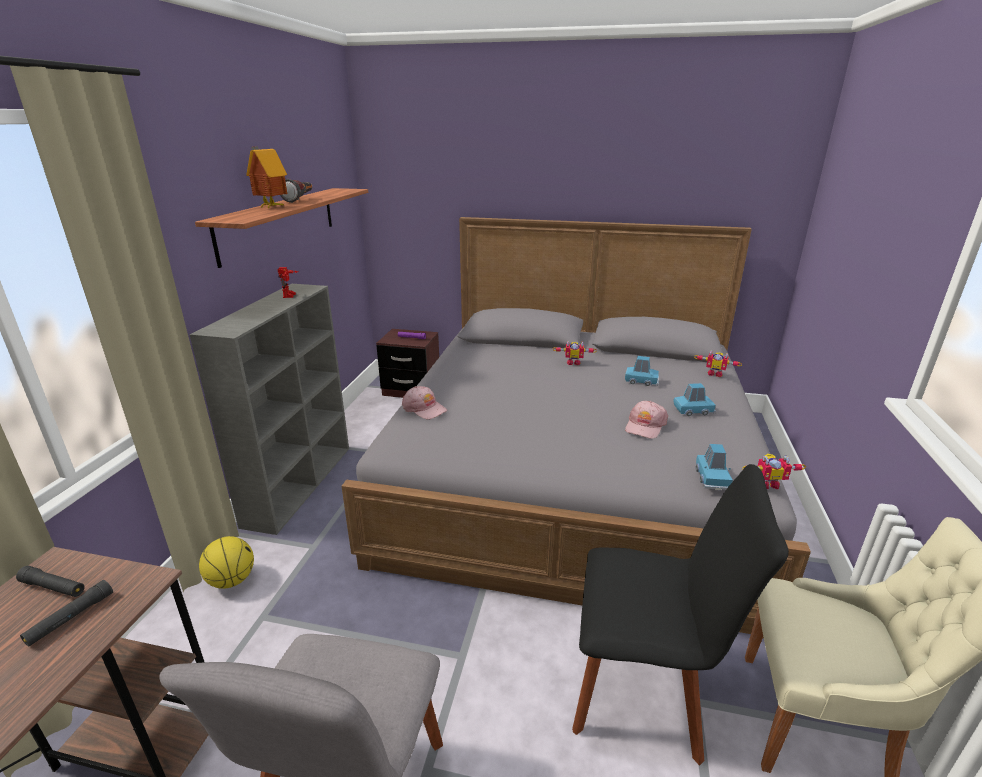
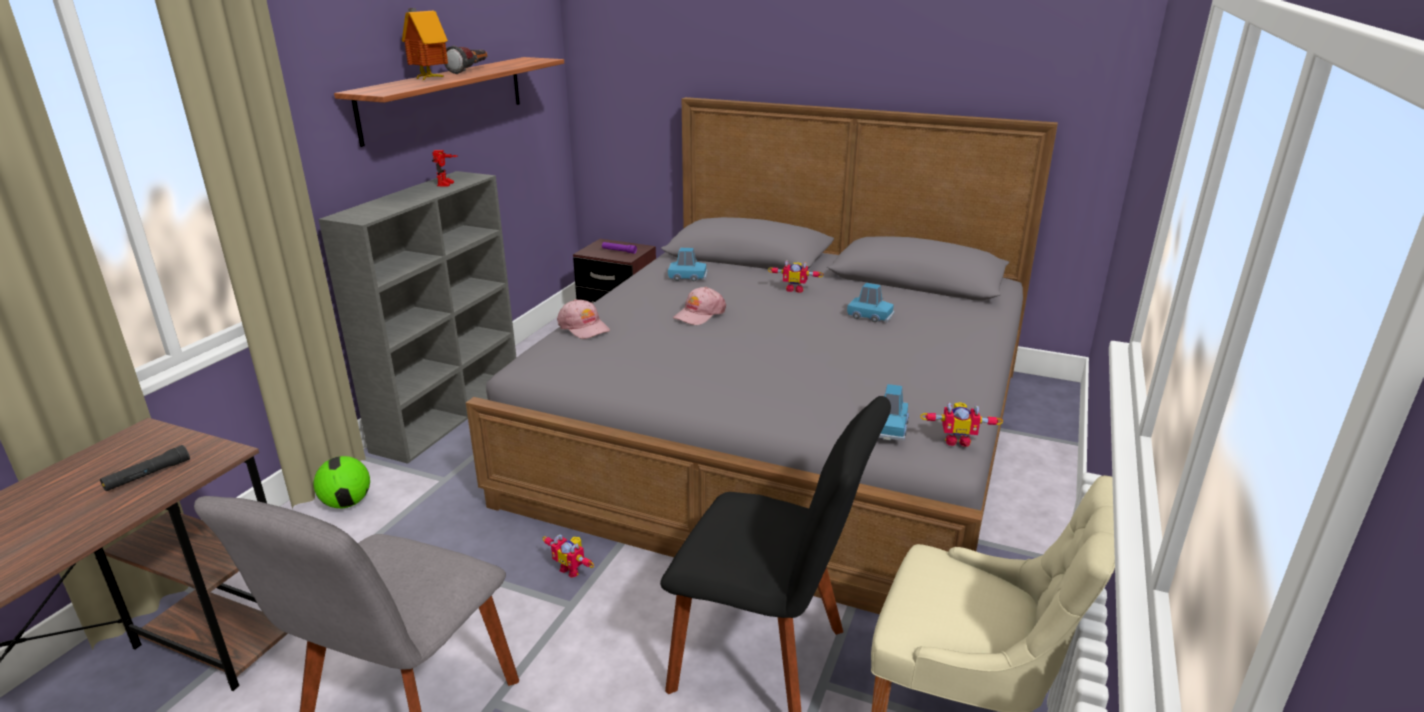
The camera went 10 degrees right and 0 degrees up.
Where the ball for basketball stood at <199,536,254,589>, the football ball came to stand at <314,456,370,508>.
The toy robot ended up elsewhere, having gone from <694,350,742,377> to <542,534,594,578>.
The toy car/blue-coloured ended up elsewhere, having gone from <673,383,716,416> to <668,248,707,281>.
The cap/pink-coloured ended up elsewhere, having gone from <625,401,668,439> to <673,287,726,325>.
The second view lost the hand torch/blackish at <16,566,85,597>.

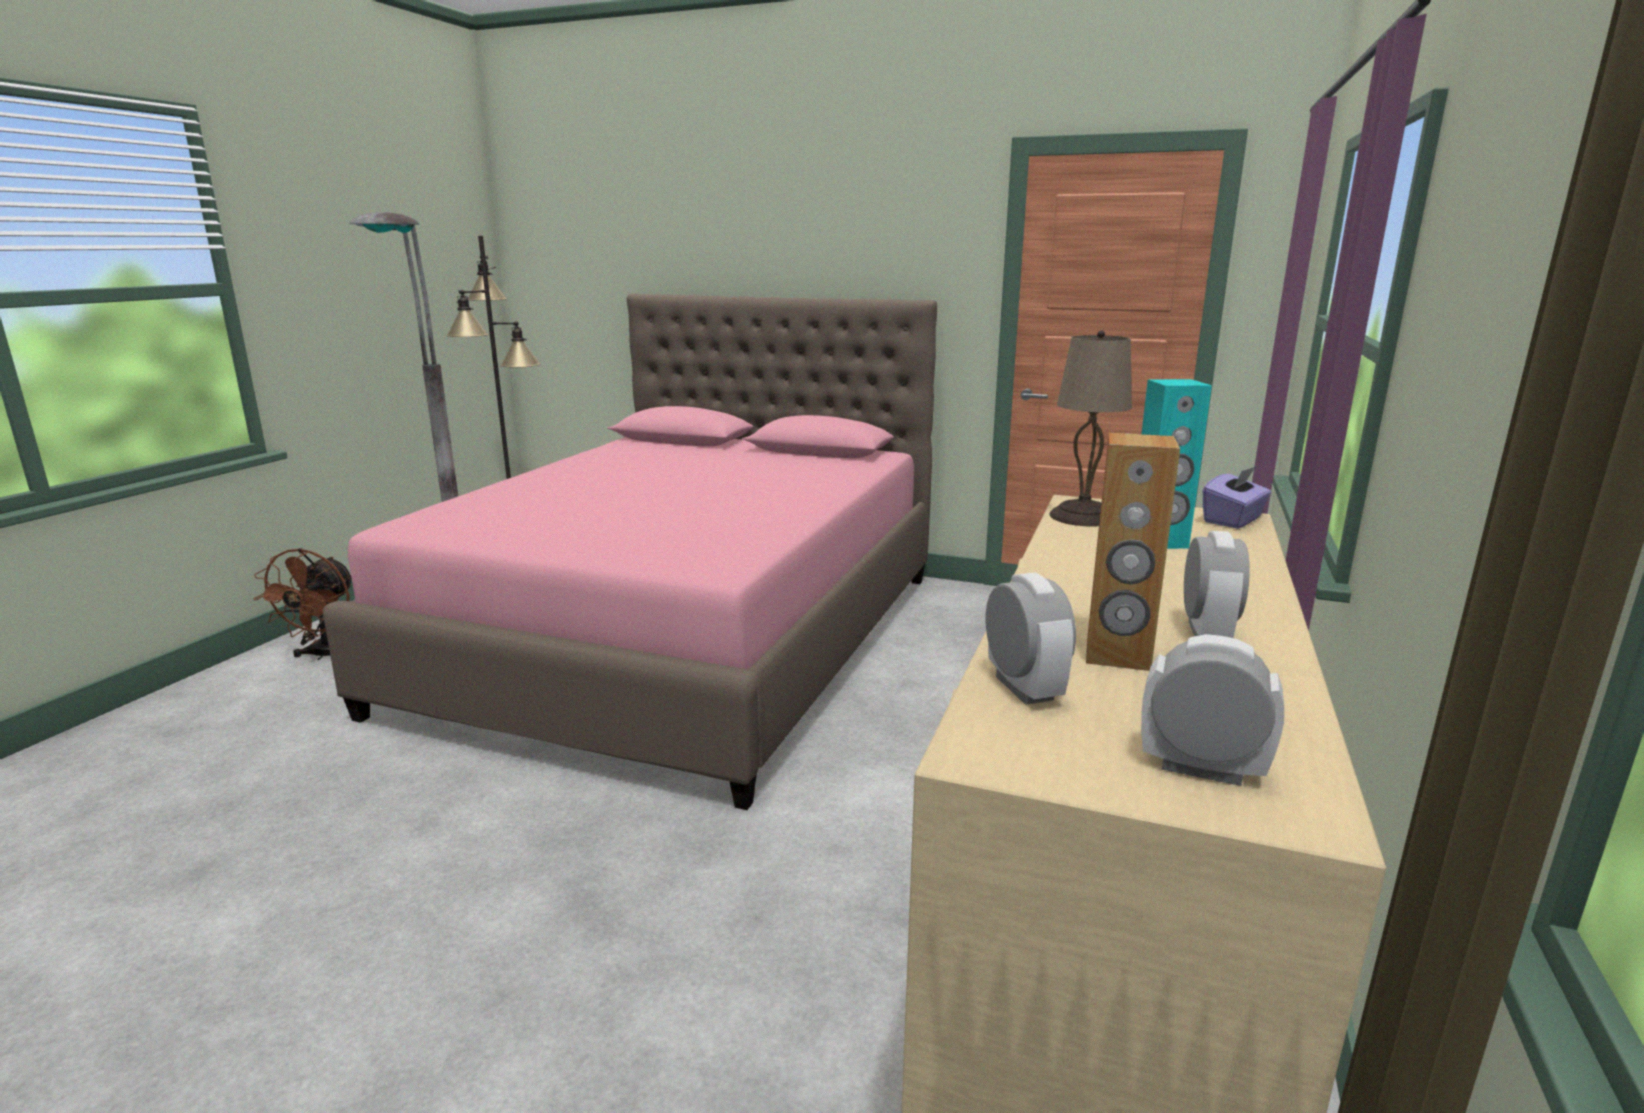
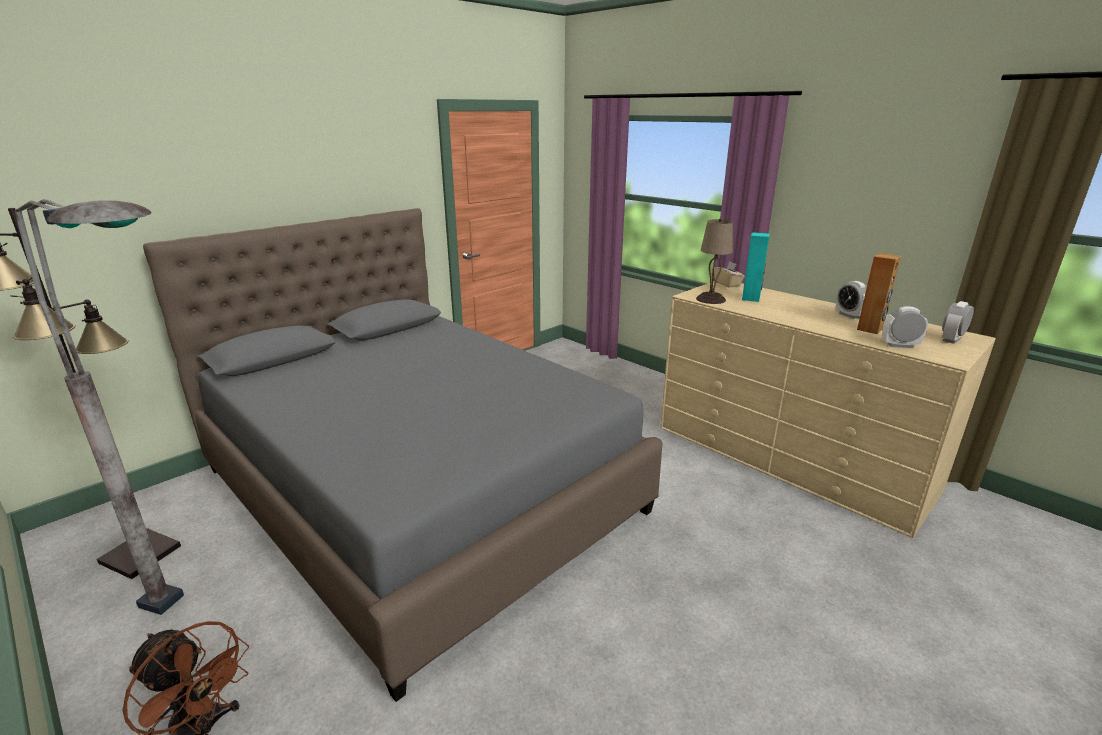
The camera went 65 degrees left and 5 degrees up.
What was the bed/pink-coloured at <323,294,937,810> turned into the bed/greyish at <143,208,663,702>.
What was the tissue holder/purple-coloured at <1203,466,1271,529> turned into the tissue holder/beige at <714,261,745,288>.
The alarm clock at <1184,531,1250,638> ended up facing another way, 150 degrees counterclockwise from before.

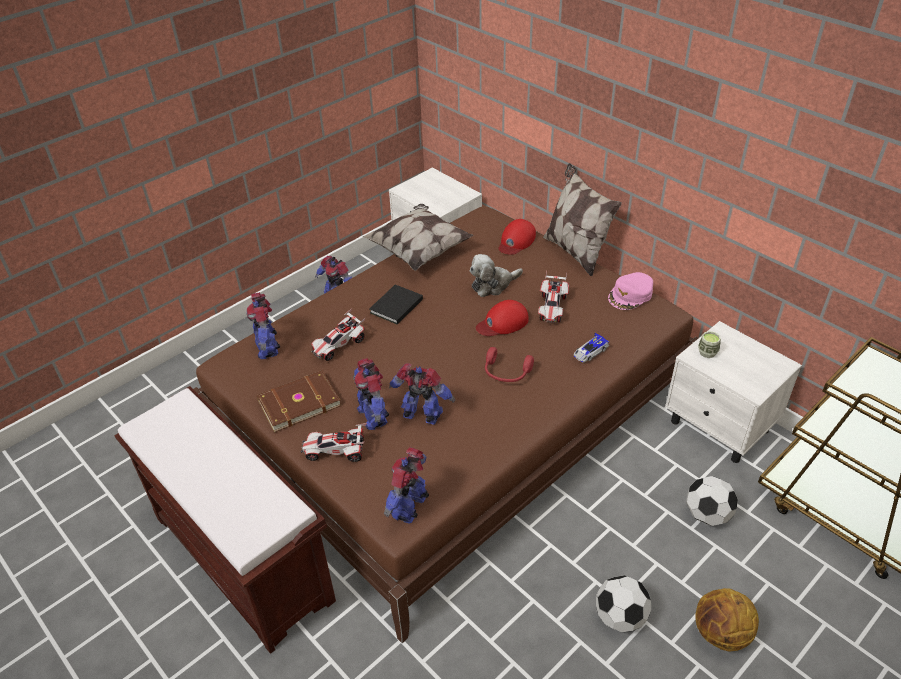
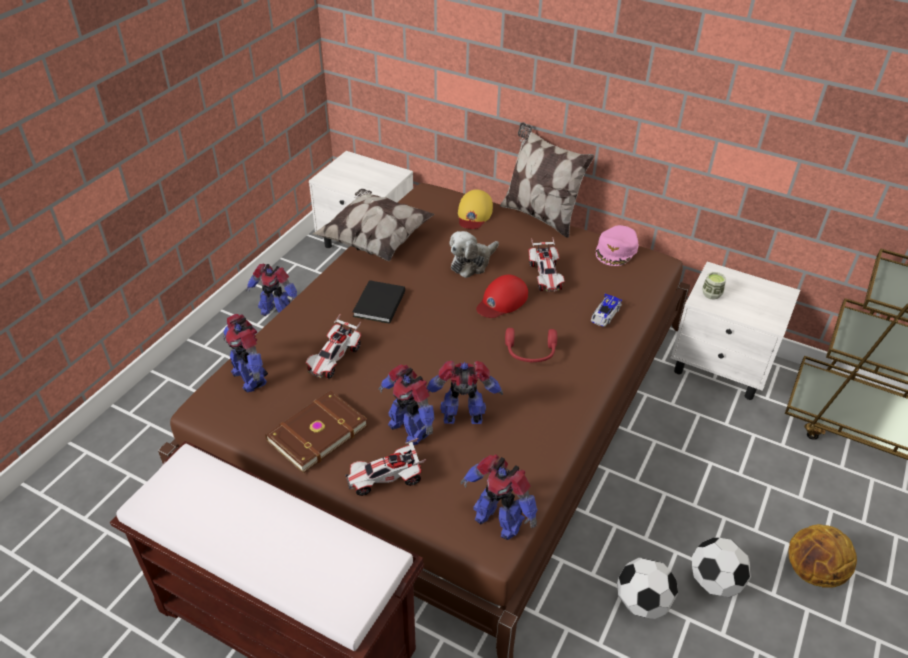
The camera went 20 degrees left and 0 degrees up.
What was the cap/red-coloured at <498,219,536,255> turned into the cap/yellowish at <458,190,493,229>.
The toy robot at <384,447,429,524> ended up facing another way, 60 degrees counterclockwise from before.
The football ball ended up elsewhere, having gone from <686,476,738,526> to <617,557,678,619>.

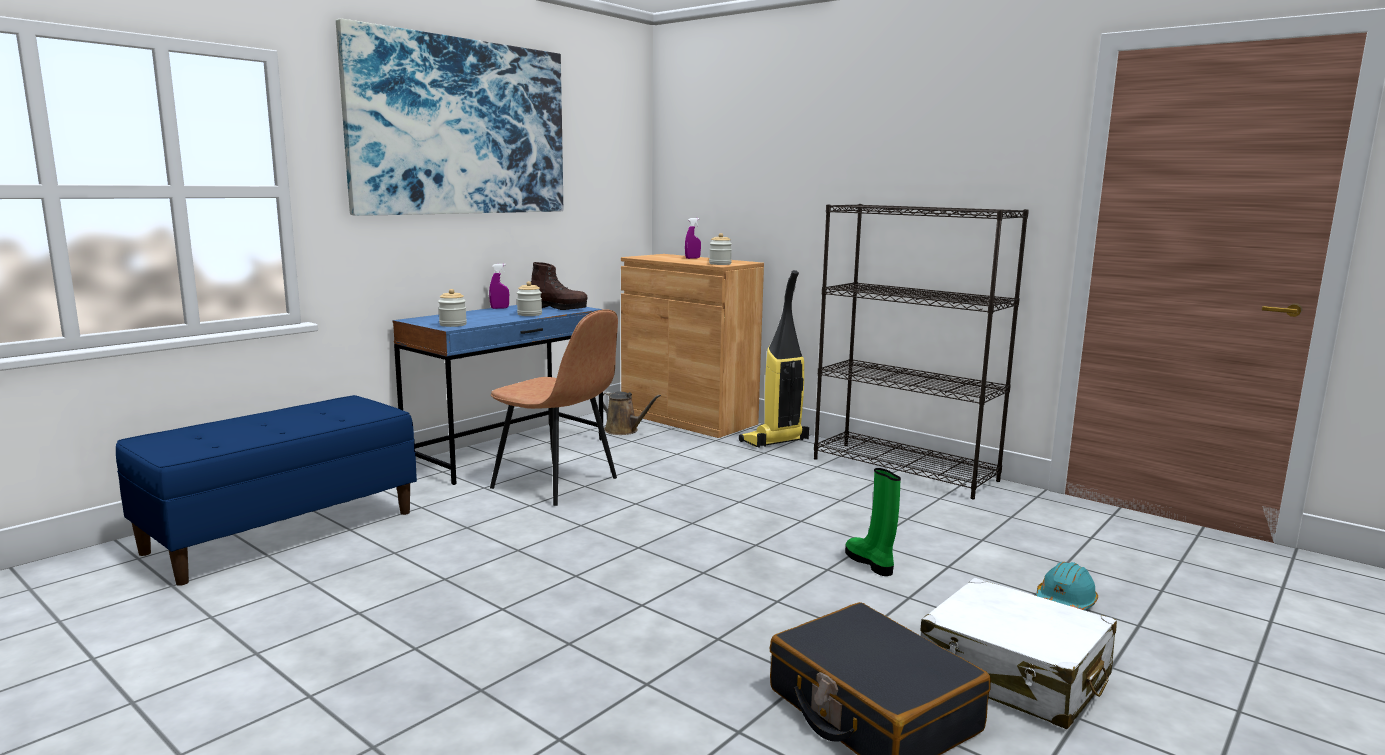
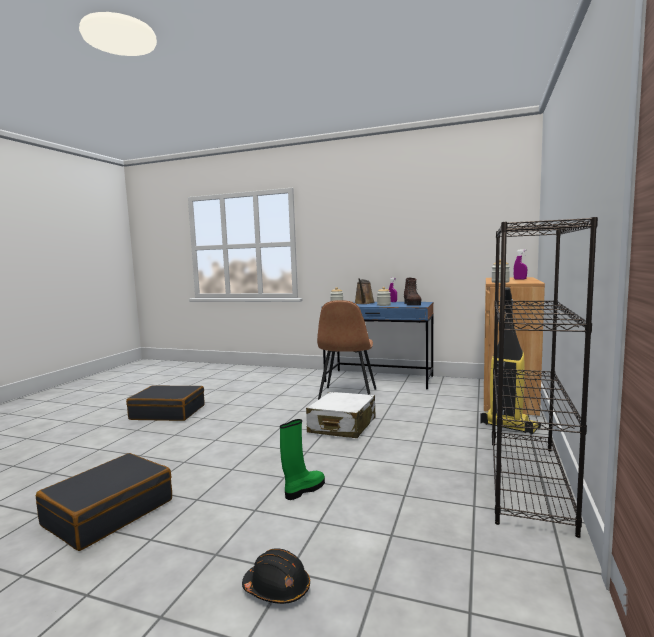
The camera went 70 degrees right and 5 degrees down.
The second view gained the piece of luggage/blackish at <126,385,205,421>.
What was the hard hat/turquoise-coloured at <1036,562,1098,610> turned into the hard hat/blackish at <242,548,310,604>.
The piece of luggage/white-coloured ended up elsewhere, having gone from <920,577,1117,729> to <306,392,376,438>.
The watering can/brown-coloured ended up elsewhere, having gone from <603,391,661,435> to <355,278,375,304>.
The second view lost the bench/blue-coloured at <116,395,417,586>.
The second view lost the wall picture at <336,18,563,216>.

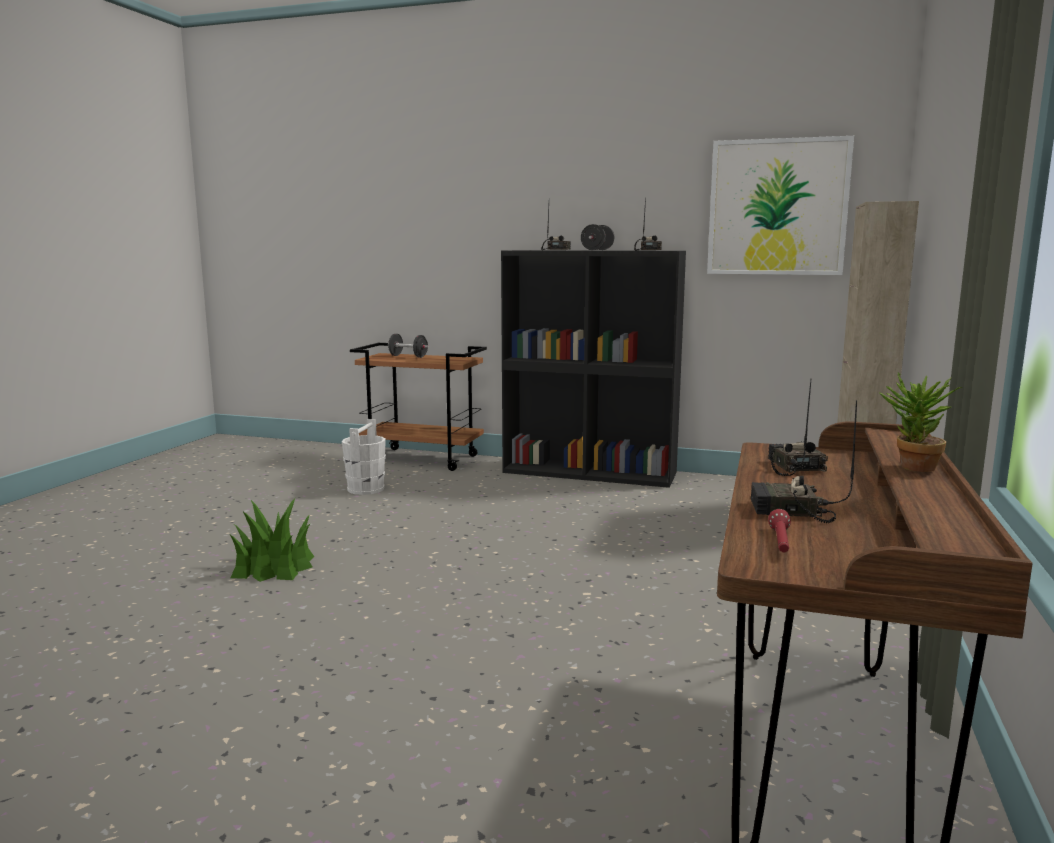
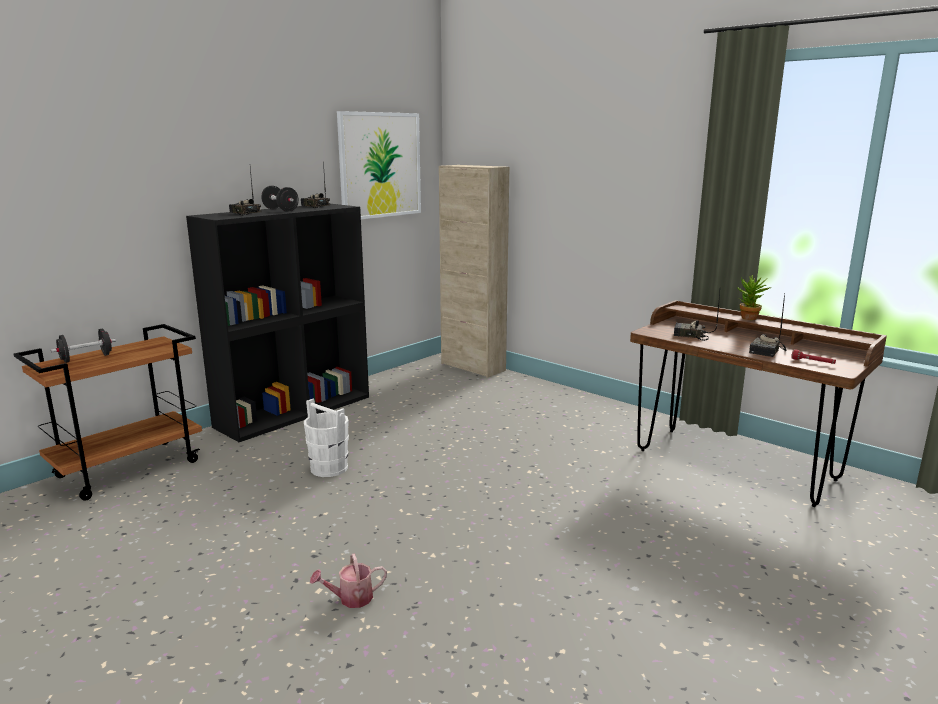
The camera went 65 degrees left and 5 degrees up.
The bucket/white-coloured ended up elsewhere, having gone from <342,419,386,495> to <304,399,349,477>.
Where the houseplant stood at <230,498,314,582>, the watering can came to stand at <310,554,387,608>.

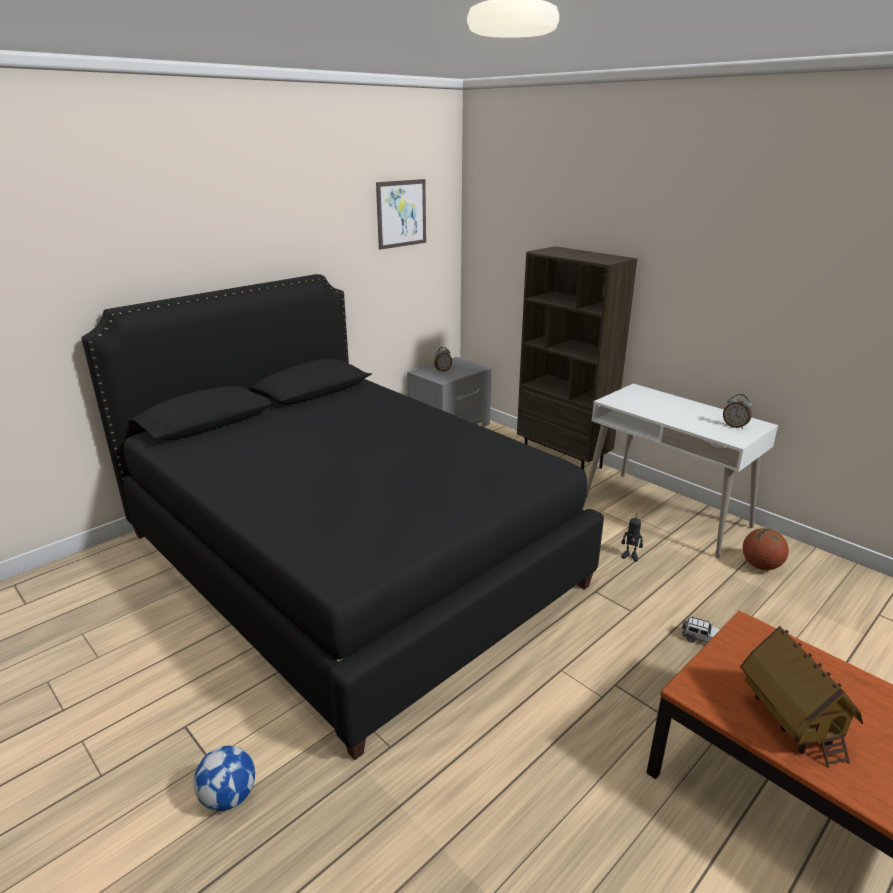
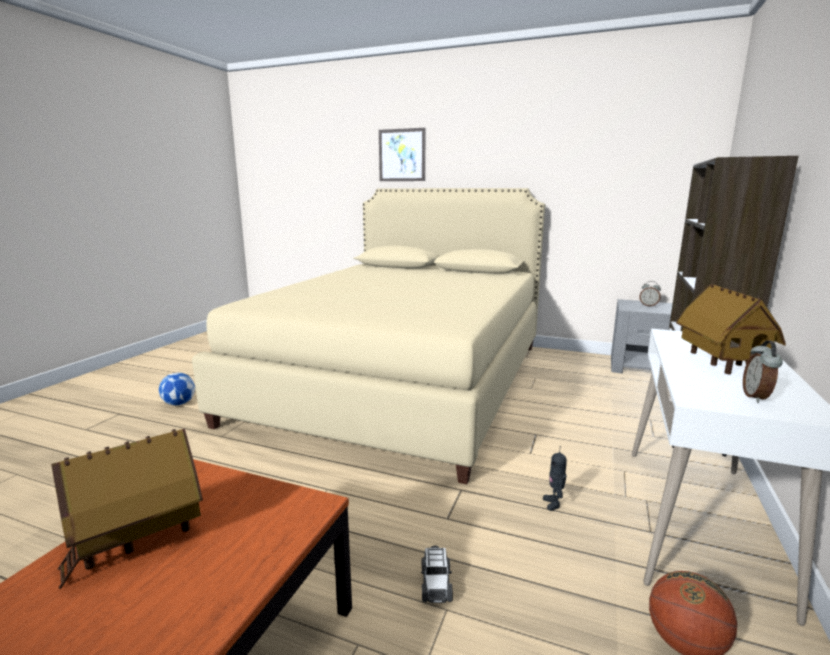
The camera went 65 degrees right and 10 degrees down.
What was the bed/blackish at <81,274,604,760> turned into the bed/beige at <192,188,545,484>.
The wall picture ended up elsewhere, having gone from <376,179,426,250> to <379,128,425,181>.
The second view gained the toy house at <676,284,786,374>.

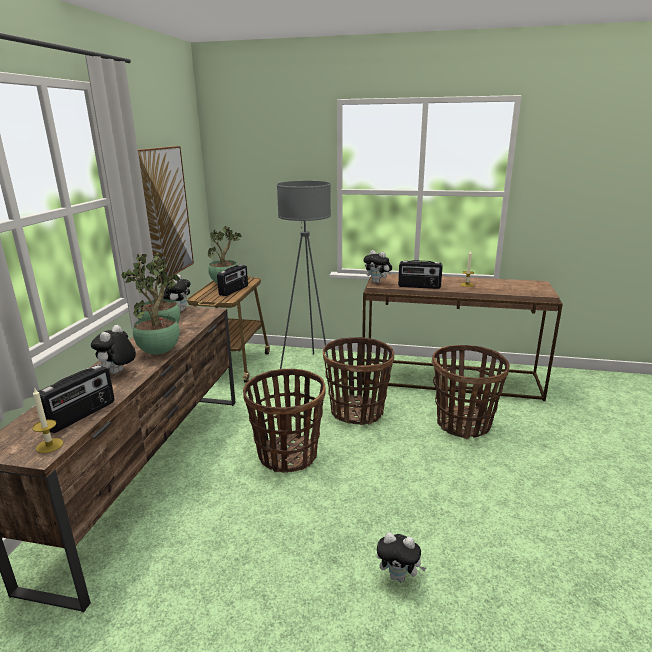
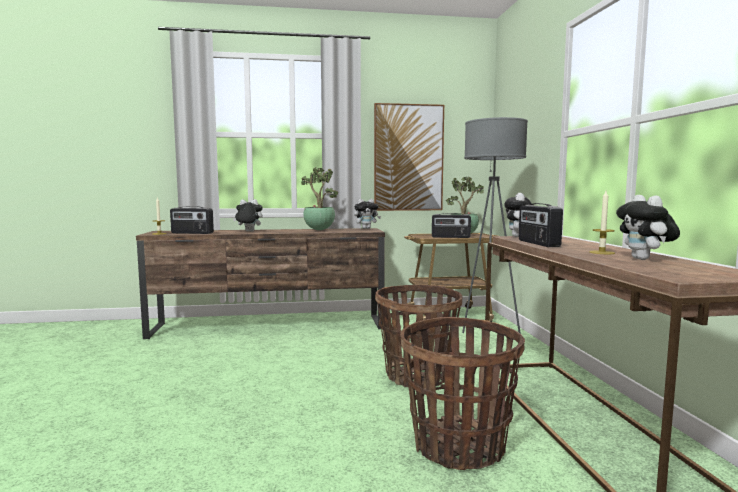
The camera went 70 degrees right and 15 degrees down.
The soft toy ended up elsewhere, having gone from <377,532,426,582> to <616,195,680,260>.
The second view lost the houseplant at <133,267,180,355>.
The second view lost the storage basket at <243,369,326,473>.

